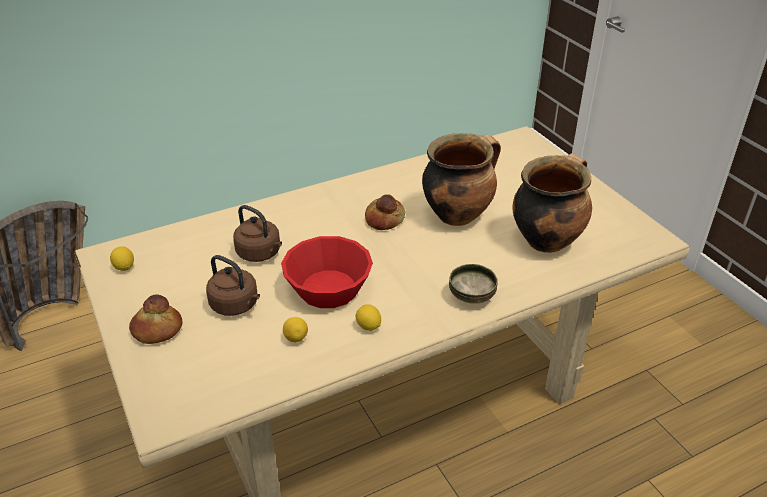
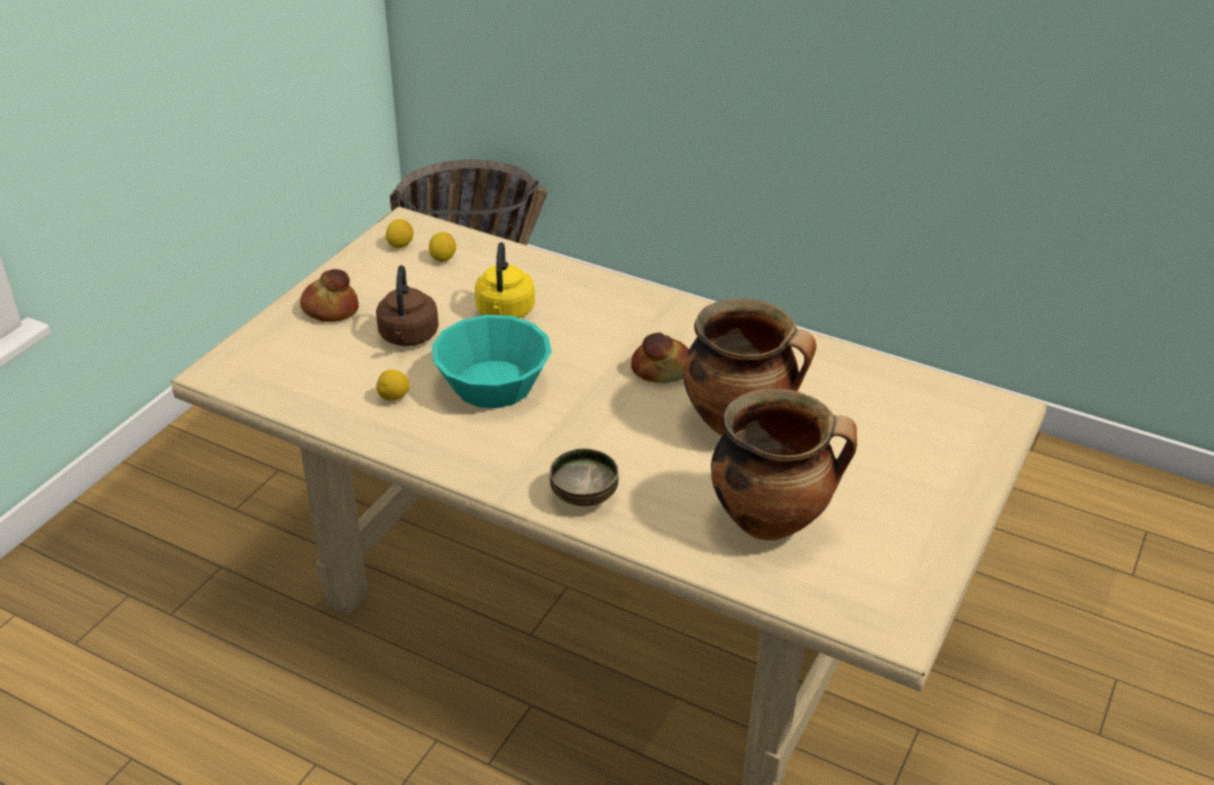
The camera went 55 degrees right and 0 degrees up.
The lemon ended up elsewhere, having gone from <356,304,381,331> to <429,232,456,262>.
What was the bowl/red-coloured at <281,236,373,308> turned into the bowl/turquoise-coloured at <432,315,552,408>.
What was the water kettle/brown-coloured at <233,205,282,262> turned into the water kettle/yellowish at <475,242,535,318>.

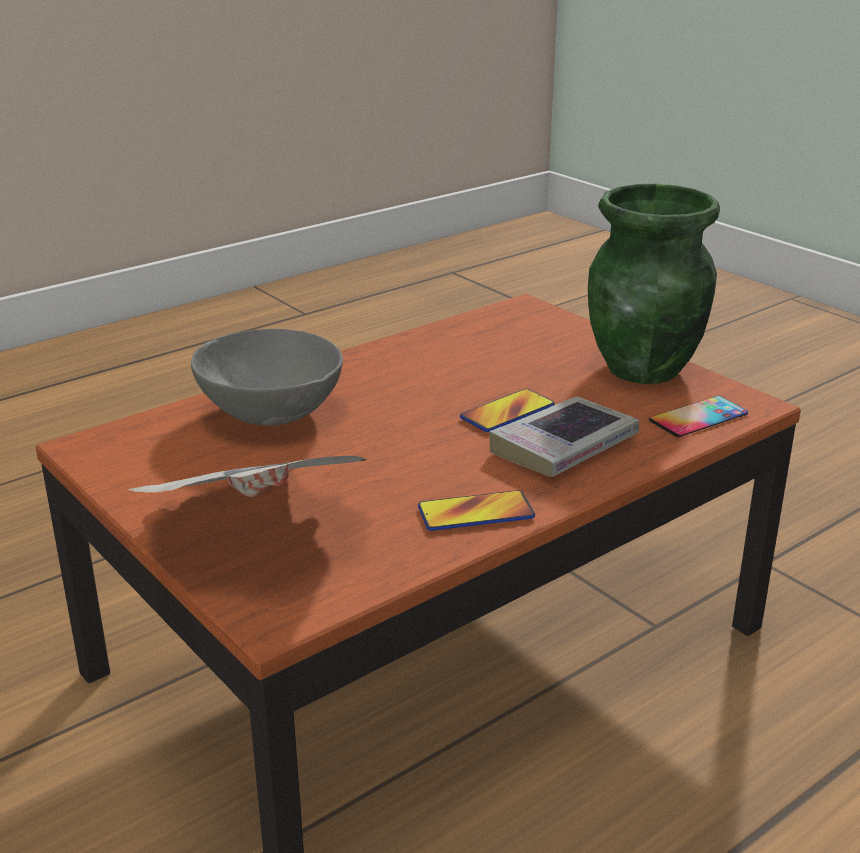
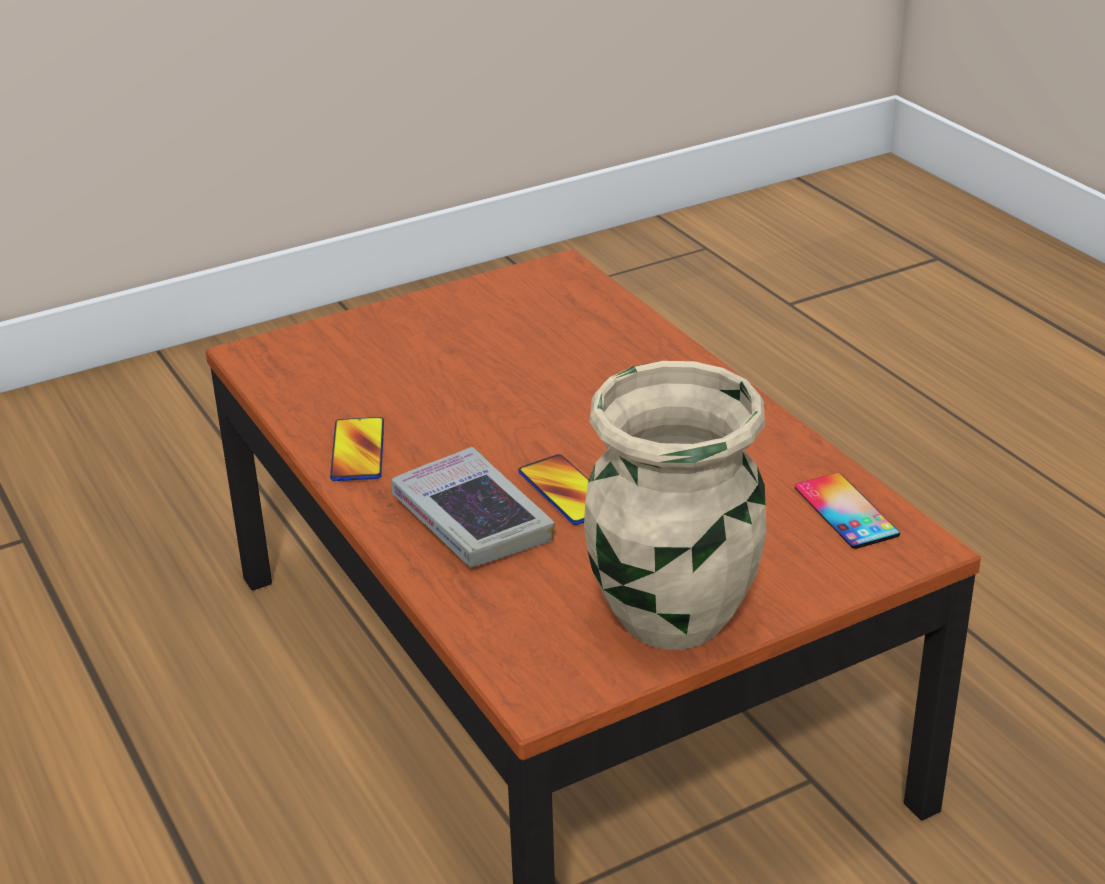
The camera went 100 degrees right and 5 degrees up.
What was the vase/green at <588,184,720,384> turned into the vase/beige at <584,361,767,650>.
The telephone ended up elsewhere, having gone from <649,396,748,437> to <795,473,900,549>.
The second view lost the daily paper at <128,456,368,497>.
The second view lost the bowl/greyish at <191,329,343,426>.

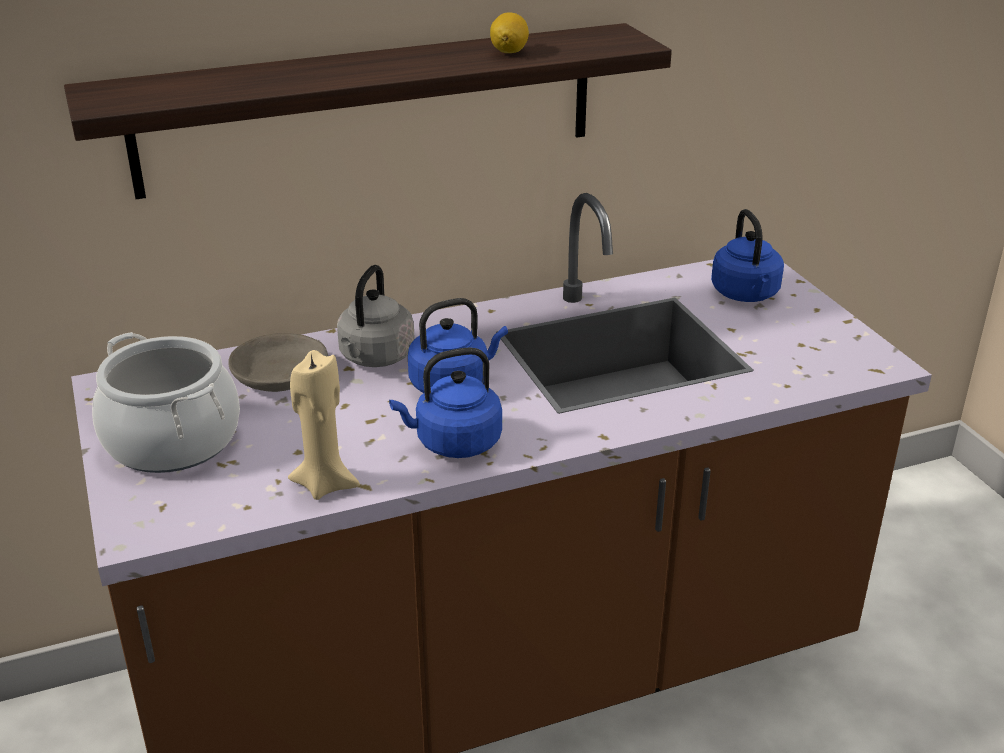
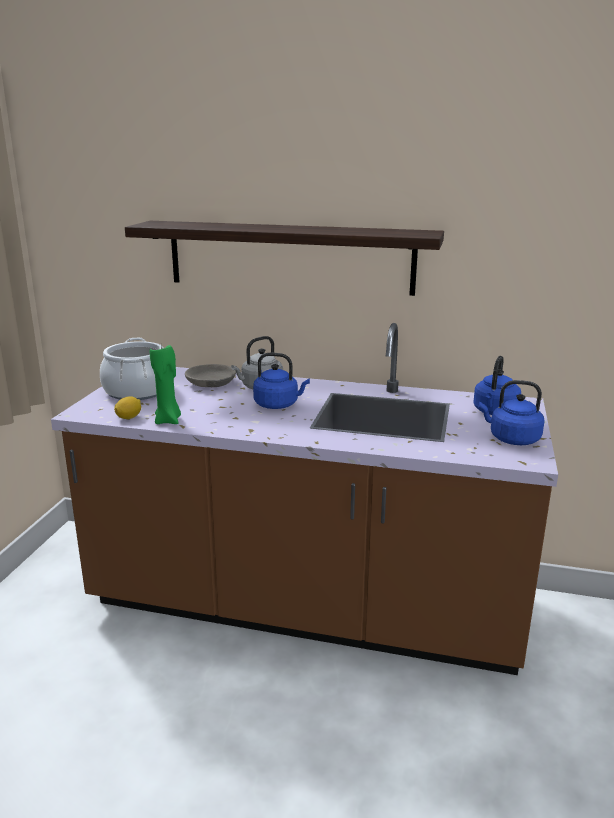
The camera went 35 degrees right and 10 degrees down.
The lemon ended up elsewhere, having gone from <490,12,529,53> to <114,396,141,419>.
What was the candle/beige at <288,350,360,500> turned into the candle/green at <150,343,181,424>.
The water kettle/blue-coloured ended up elsewhere, having gone from <389,348,502,458> to <479,380,544,445>.

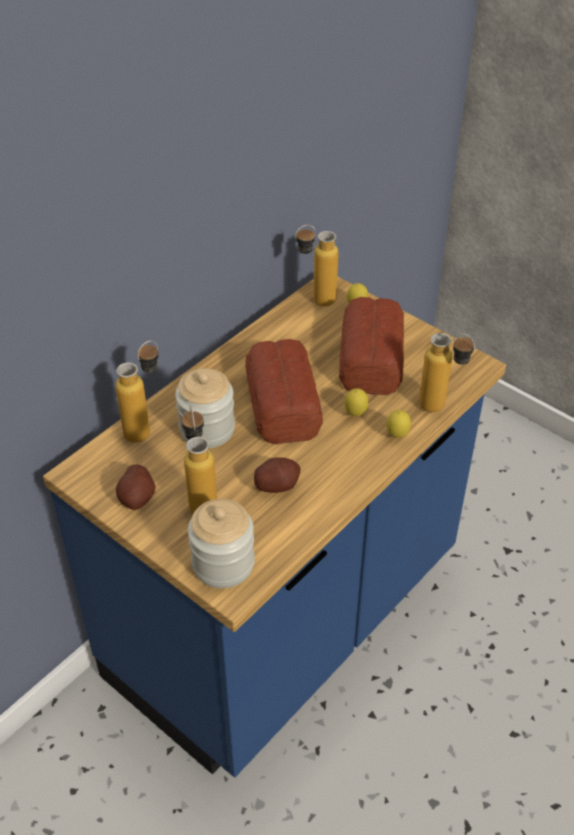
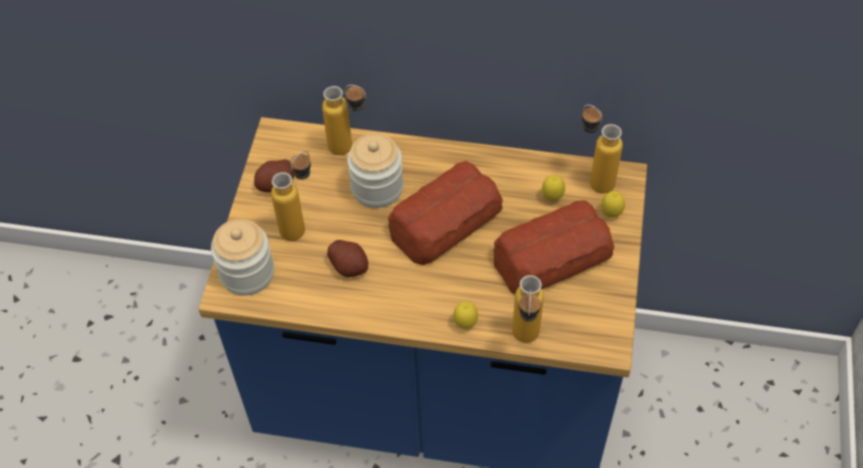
The camera went 60 degrees right and 10 degrees up.
The lemon ended up elsewhere, having gone from <345,388,368,416> to <542,175,565,201>.

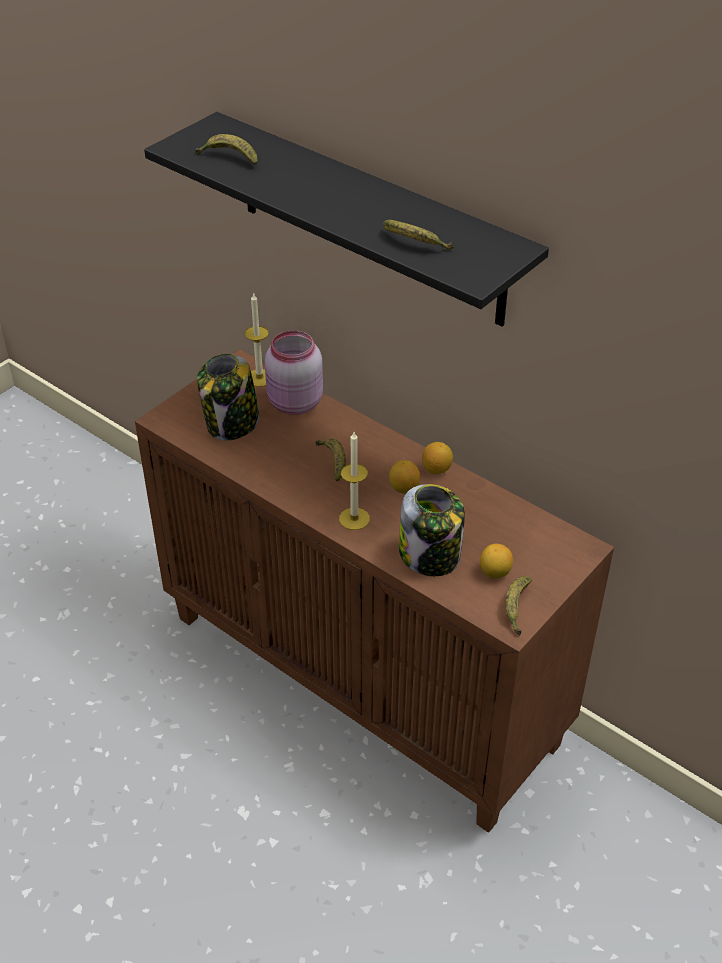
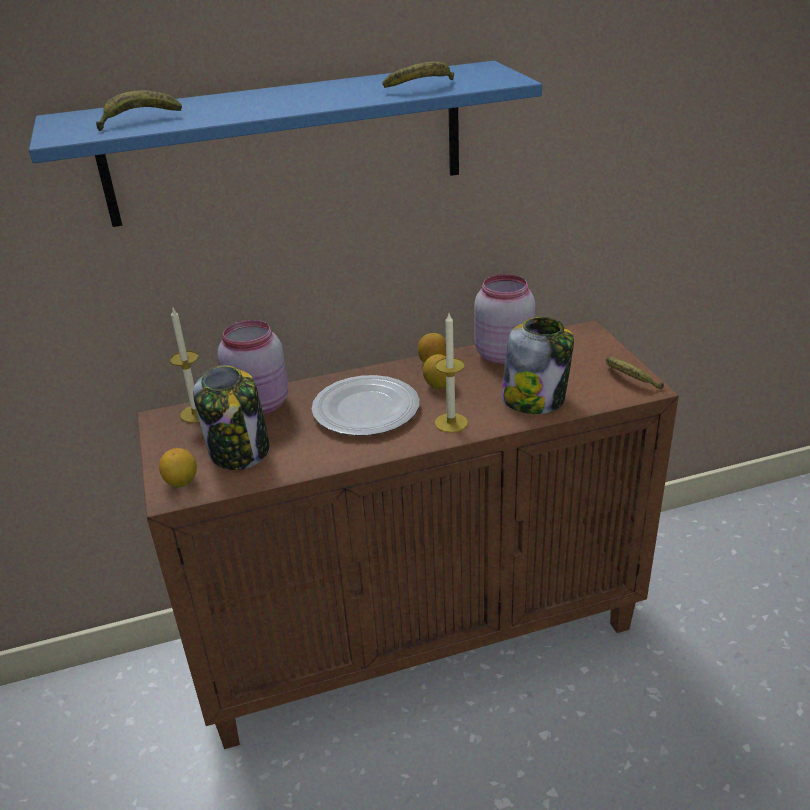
The camera went 55 degrees left and 10 degrees down.
What was the shelf/blackish at <144,112,549,327> turned into the shelf/blue-coloured at <29,61,542,227>.
The lemon ended up elsewhere, having gone from <480,544,513,578> to <159,448,197,487>.
Where the banana fruit stood at <315,438,346,481>, the plate came to stand at <311,375,419,436>.
The second view gained the storage jar/pink-coloured at <474,274,535,364>.

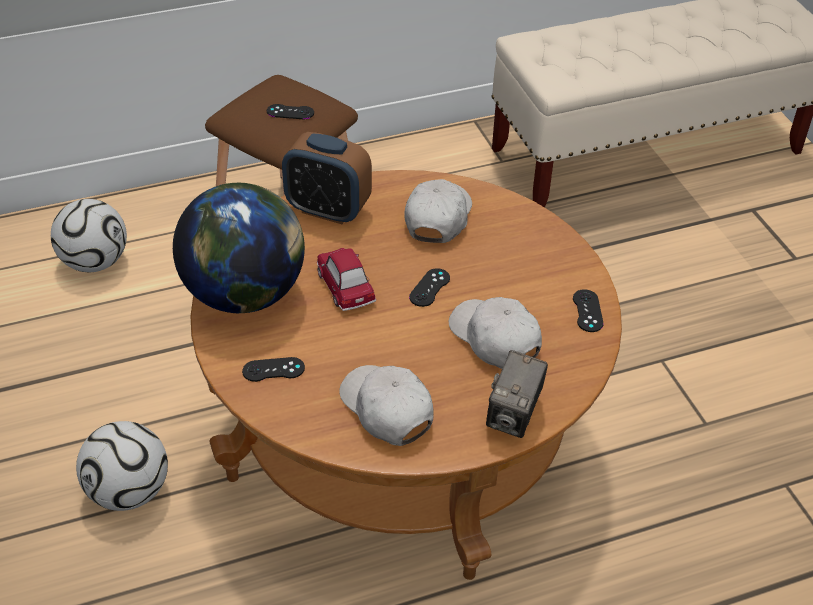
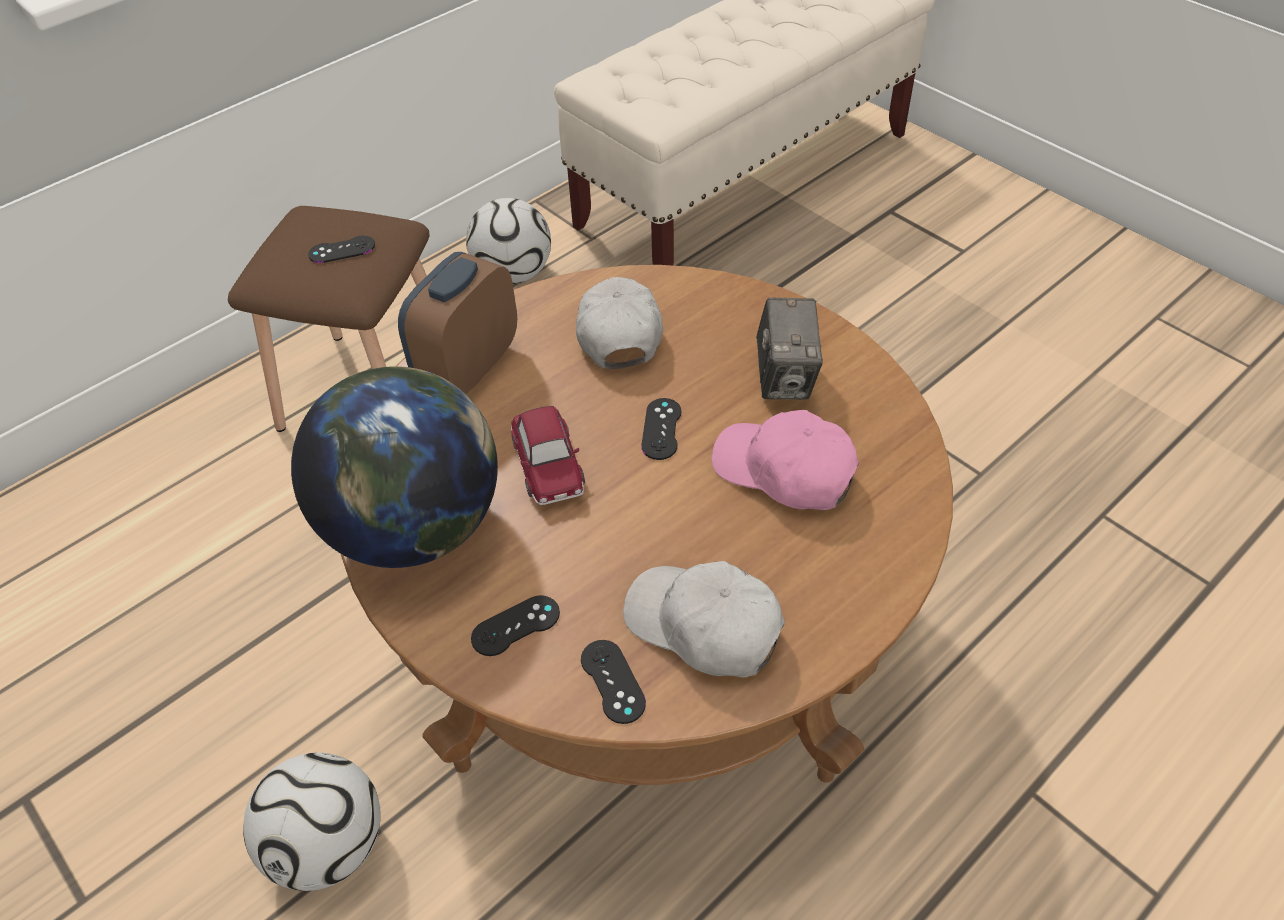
The camera went 20 degrees left and 5 degrees up.
The alarm clock at <282,132,372,224> ended up facing another way, 120 degrees clockwise from before.
The football ball ended up elsewhere, having gone from <51,199,127,272> to <466,198,551,284>.
The toy car at <317,248,376,311> ended up facing another way, 150 degrees counterclockwise from before.
The gamepad/blackish ended up elsewhere, having gone from <573,289,603,332> to <581,640,646,724>.
What was the cap/white-coloured at <449,297,542,369> turned into the cap/pink-coloured at <711,410,859,510>.
The photo camera ended up elsewhere, having gone from <486,350,548,438> to <756,298,823,400>.

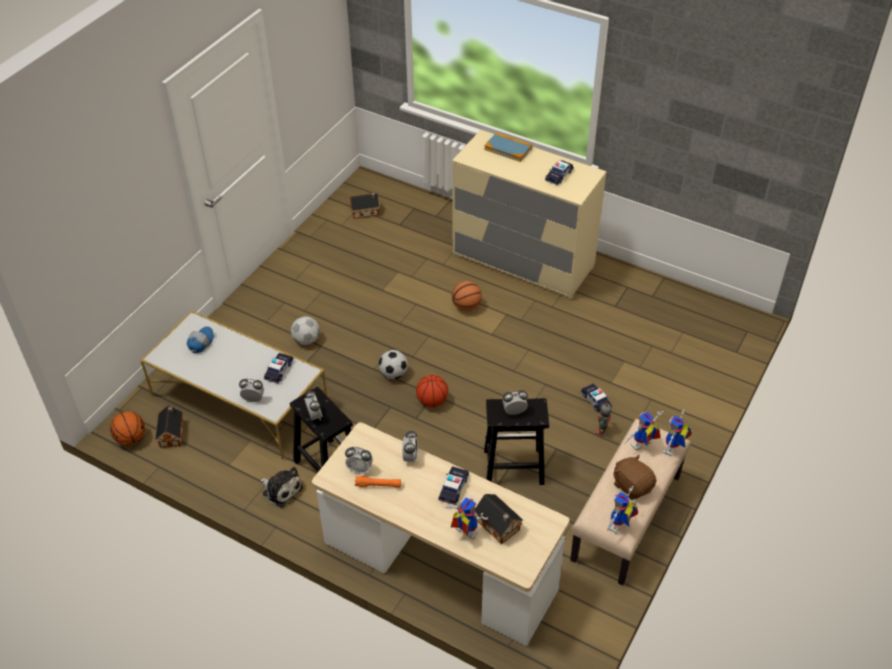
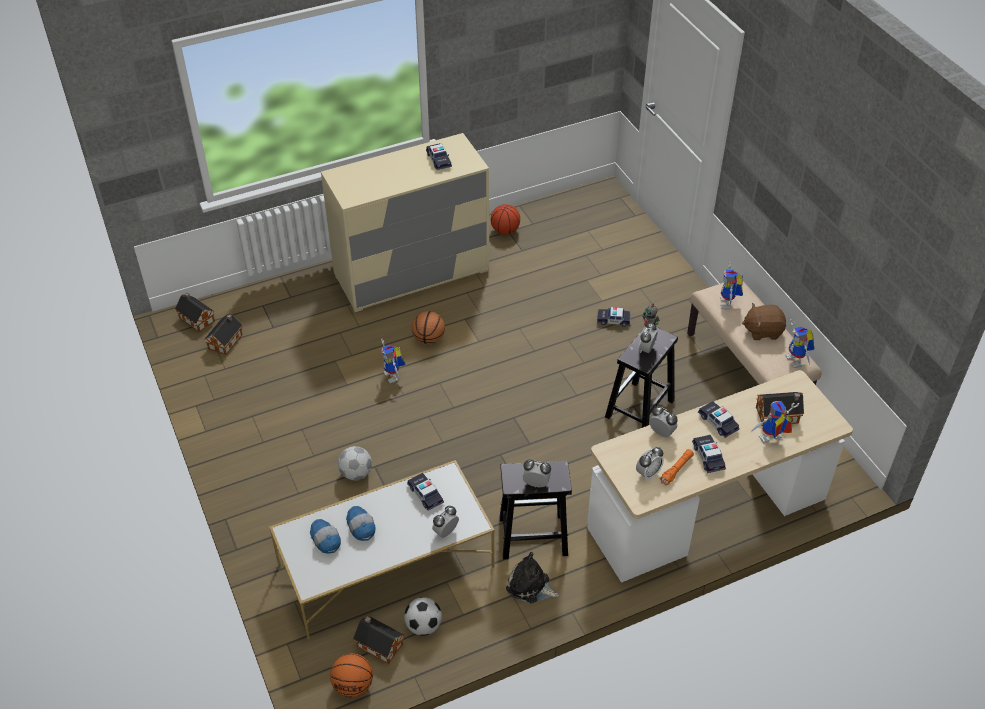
The camera went 55 degrees left and 0 degrees up.
The second view gained the toy house at <175,292,215,333>.
The second view gained the cap at <346,506,375,541>.
The toy robot ended up elsewhere, having gone from <663,409,691,456> to <381,338,405,384>.
The football ball ended up elsewhere, having gone from <379,350,408,379> to <404,597,442,636>.
The ball for basketball ended up elsewhere, having gone from <416,375,448,407> to <491,204,520,235>.
The soft toy at <260,467,303,508> ended up facing another way, 135 degrees counterclockwise from before.
The second view gained the toy car at <692,435,726,473>.
The second view lost the volume at <484,133,532,162>.

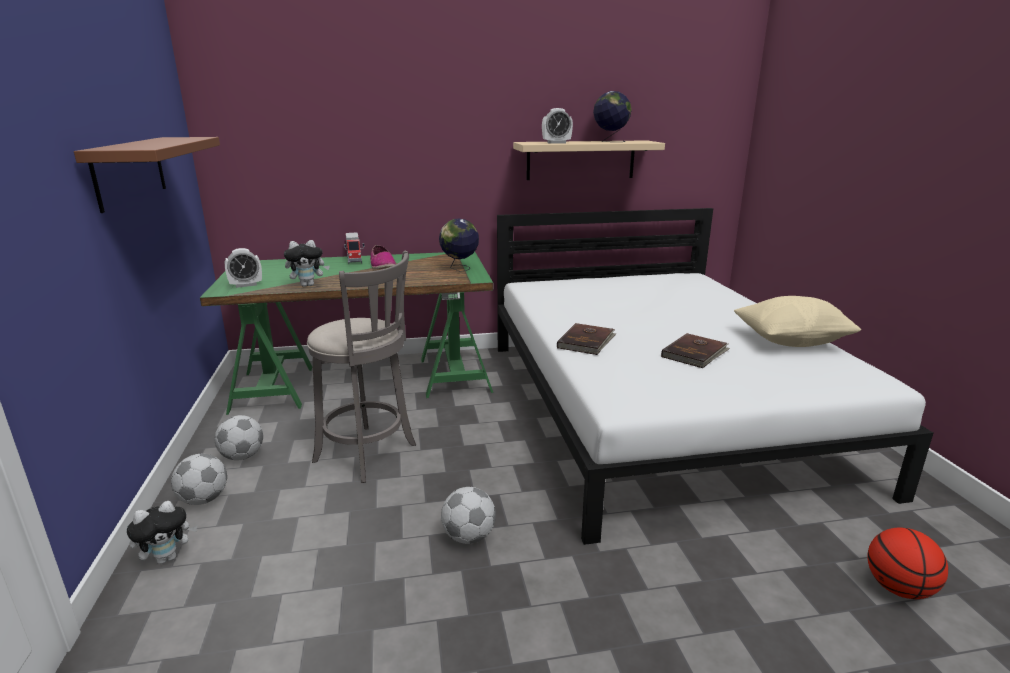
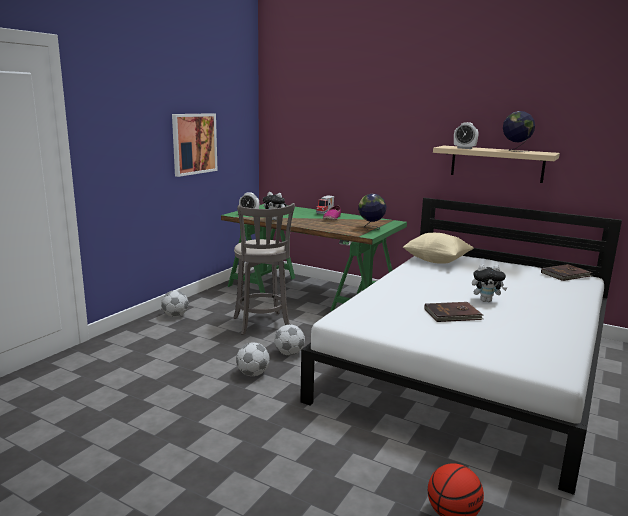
The camera went 40 degrees right and 5 degrees down.
Where the shelf/brown-coloured hung at <74,137,220,213>, the wall picture came to hang at <172,113,218,177>.
The football ball ended up elsewhere, having gone from <214,415,263,460> to <274,324,305,355>.
The cushion/beige ended up elsewhere, having gone from <734,296,861,347> to <403,233,474,264>.
The soft toy ended up elsewhere, having gone from <127,501,197,564> to <472,264,508,302>.
The volume/brown-coloured ended up elsewhere, having gone from <557,323,617,355> to <541,264,593,281>.

